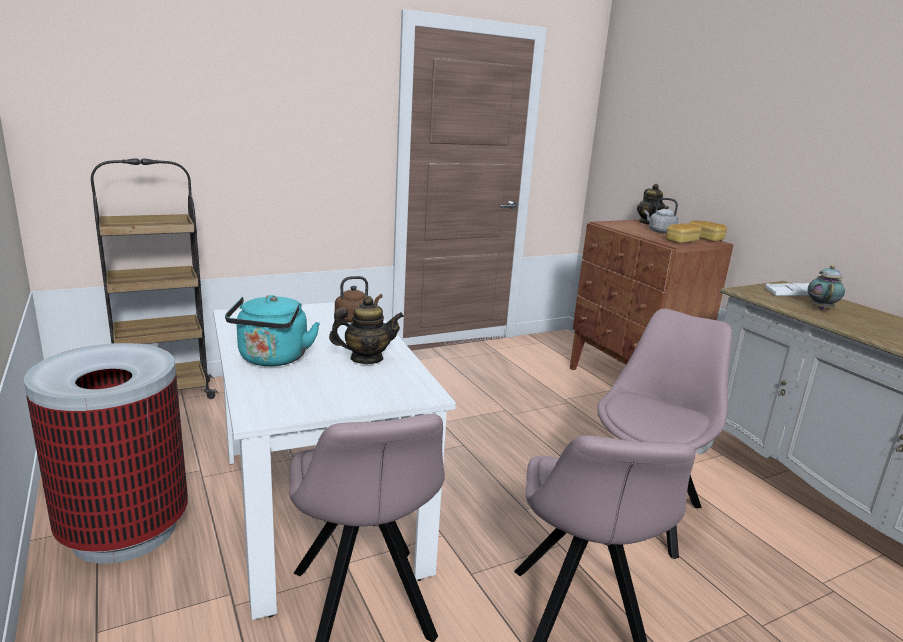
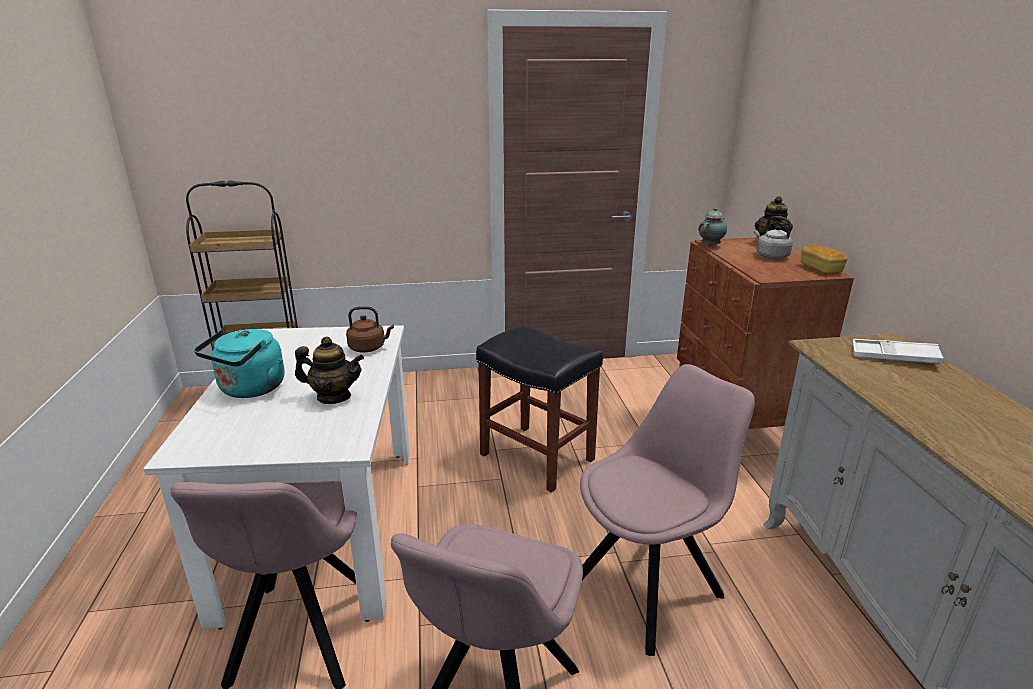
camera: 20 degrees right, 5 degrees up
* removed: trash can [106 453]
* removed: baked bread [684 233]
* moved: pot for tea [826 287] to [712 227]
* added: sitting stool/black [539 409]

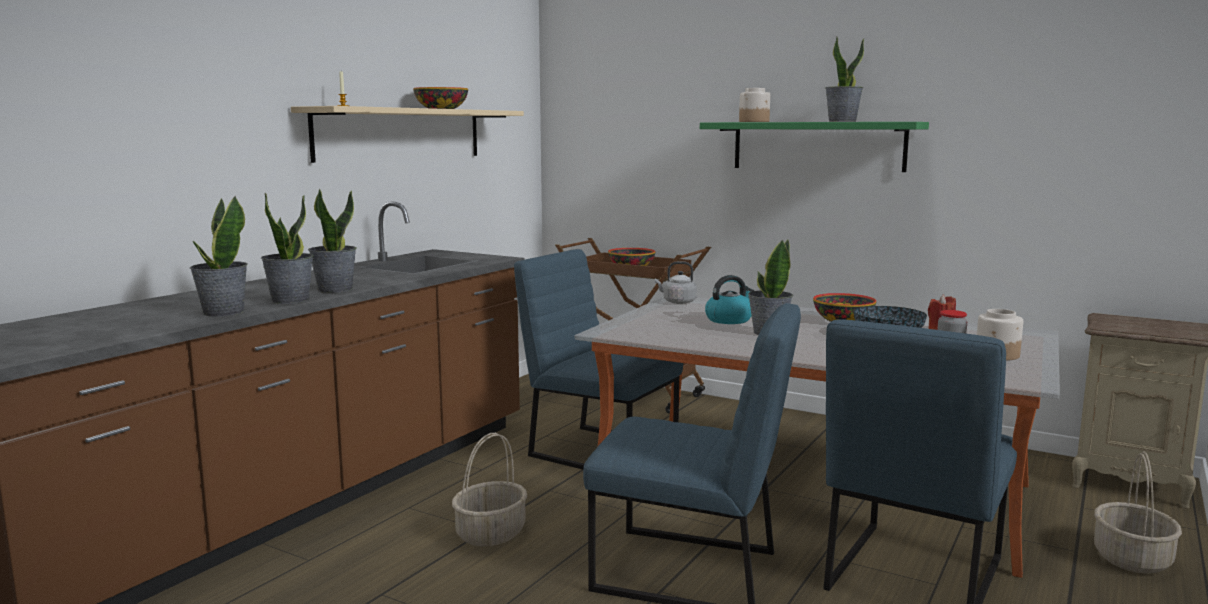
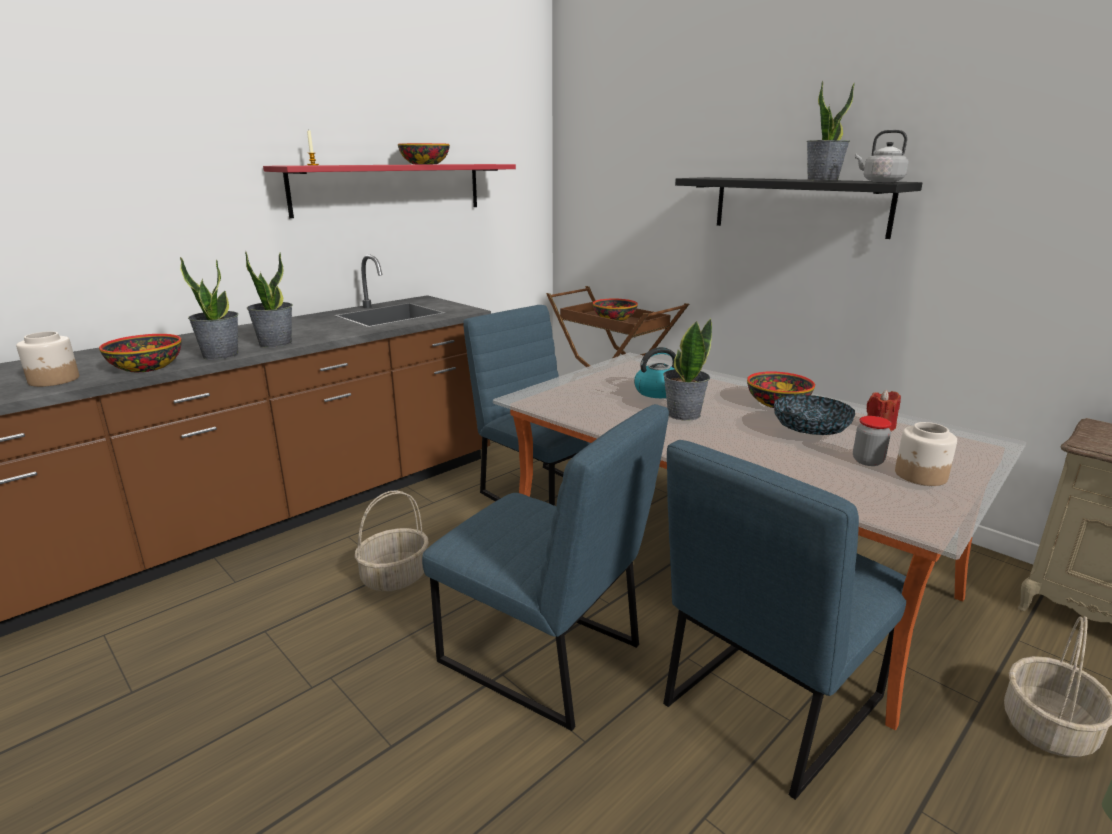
camera: 15 degrees right, 10 degrees up
* replaced: potted plant [219 256] to serving bowl [140 353]
* recoloured: wall shelf/beige-coloured [407 134] to wall shelf/red [389 191]
* moved: tea kettle/greyish [676 282] to [881 156]
* recoloured: wall shelf/green [814 147] to wall shelf/black [798 208]
* moved: preserve jar [754 105] to [47 359]

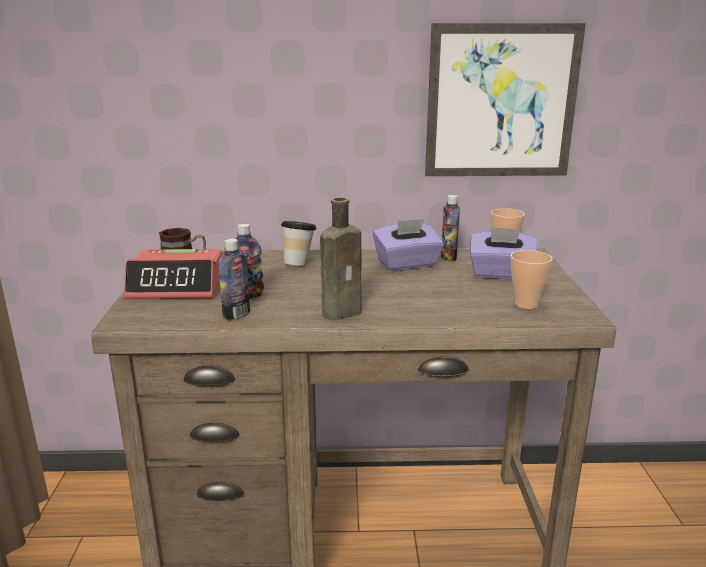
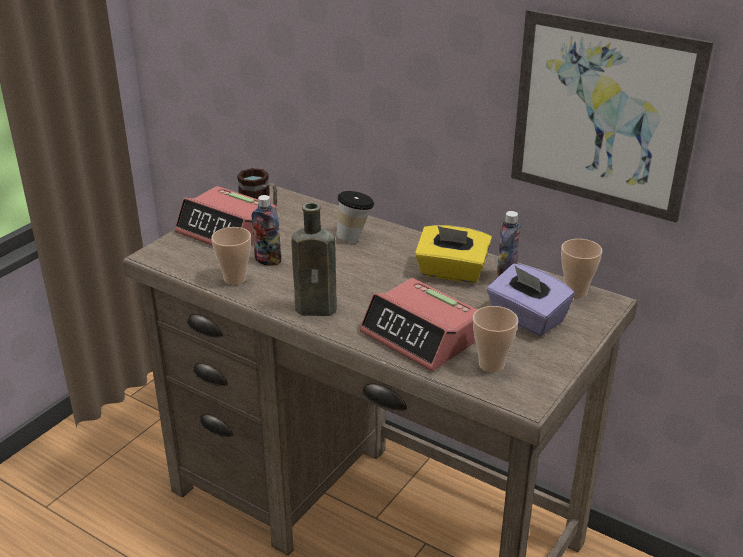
camera: 35 degrees right, 10 degrees up
* replaced: beverage bottle [234 279] to drinking cup [231 256]
* recoloured: tissue holder/purple [408 245] to tissue holder/yellow [453 254]
* added: bedside clock [418 324]

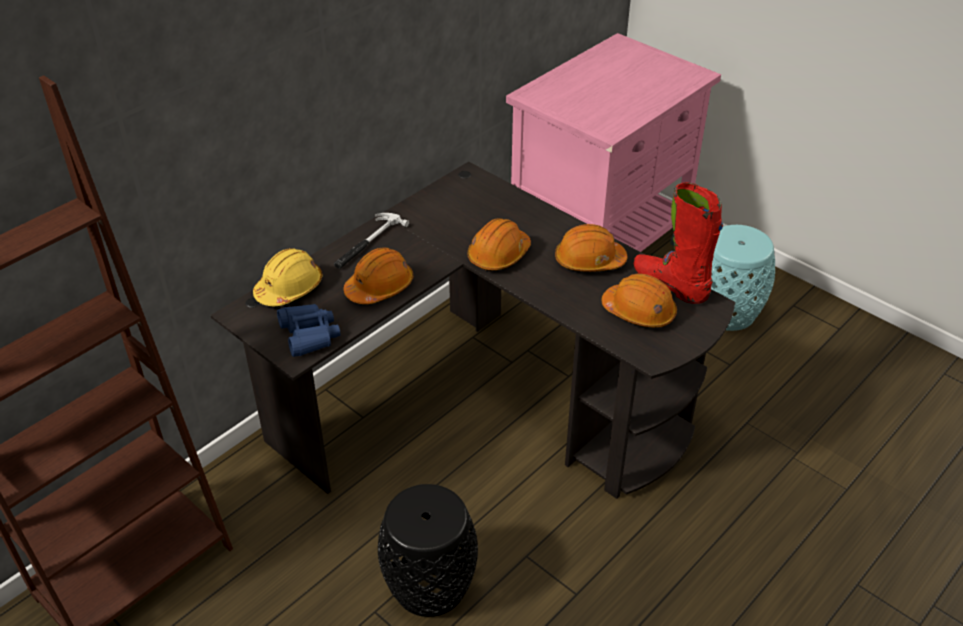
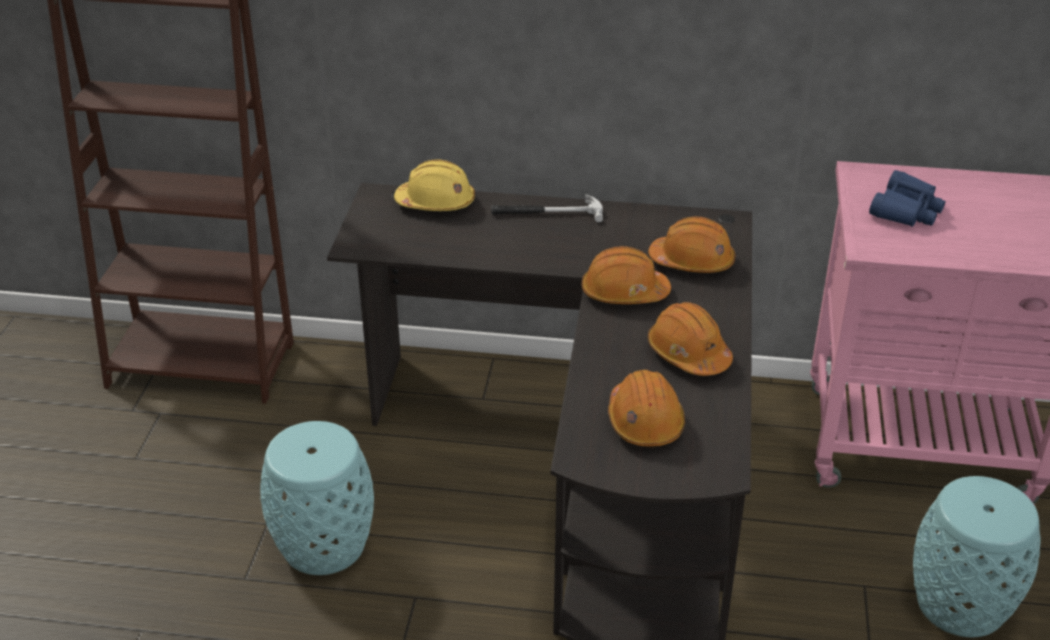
camera: 55 degrees right, 5 degrees down
* moved: field glasses/blue [308 330] to [907 198]
* moved: safety helmet/orange [378 275] to [691 245]
* recoloured: sitting stool/black [428 550] to sitting stool/turquoise-coloured [317 498]
* removed: high-top boot/red [678 243]

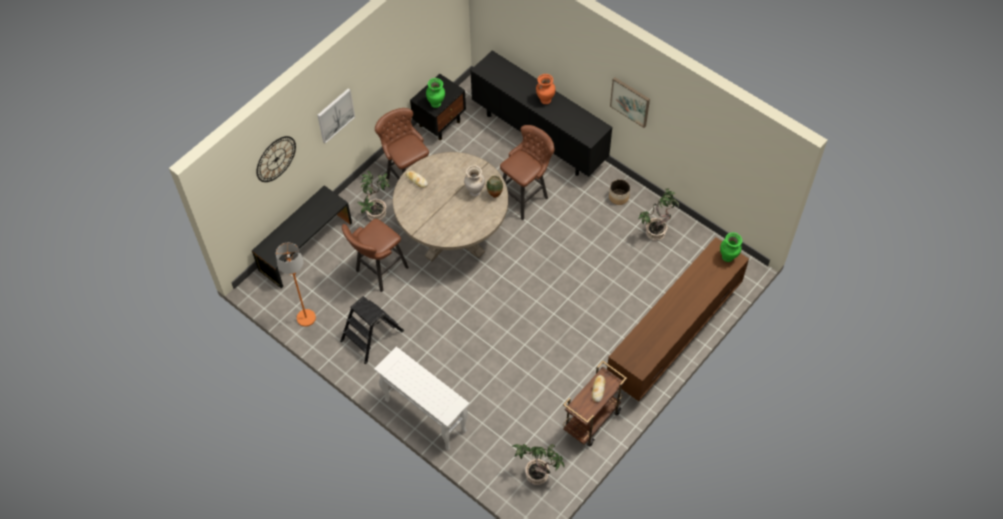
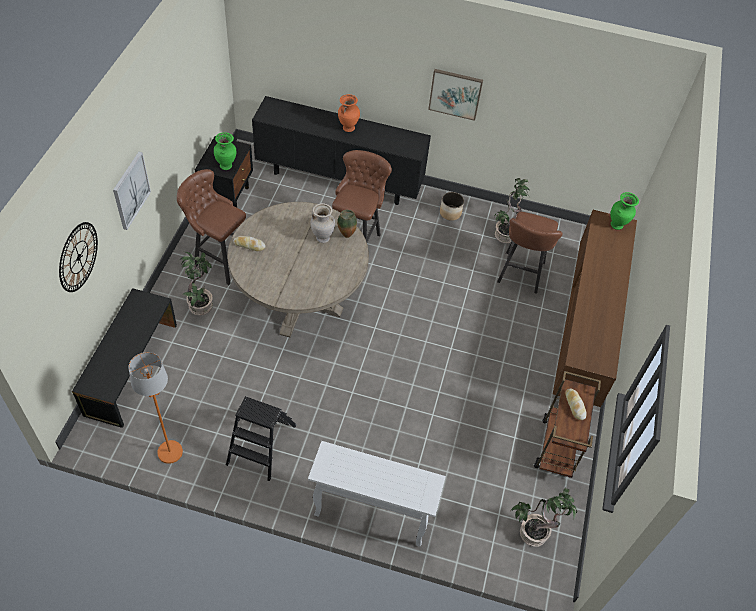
camera: 30 degrees left, 5 degrees down
* moved: sitting stool/brown [375 255] to [530 253]

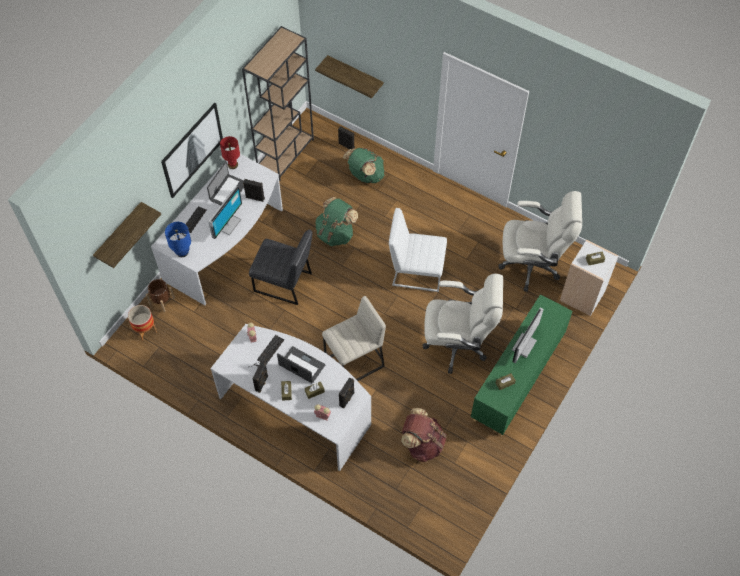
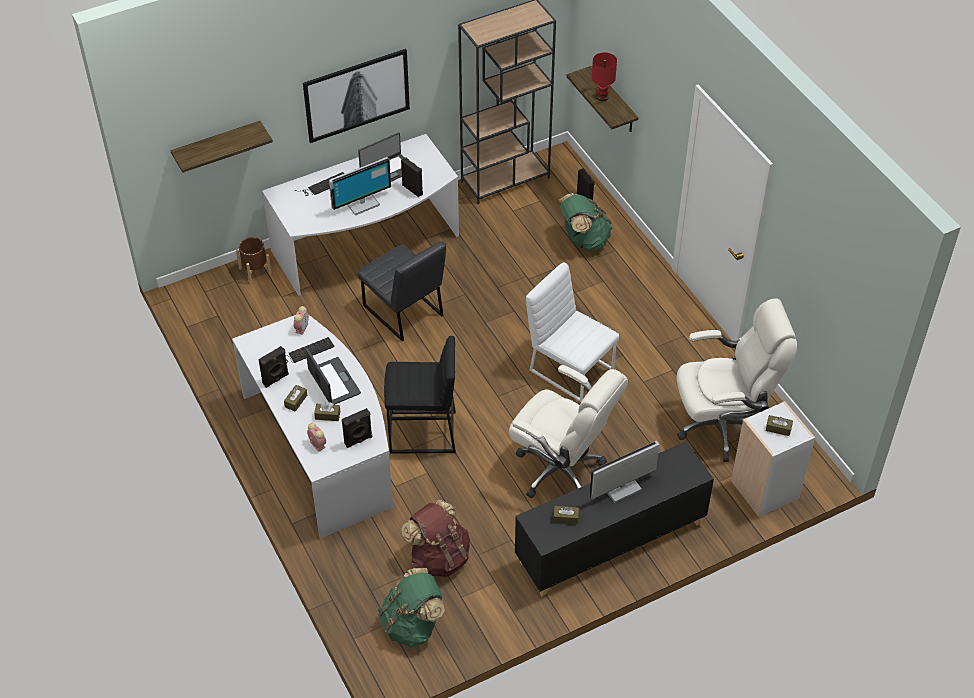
camera: 30 degrees right, 10 degrees down
* removed: planter [142 323]
* removed: tabletop lamp/blue [178 239]
* moved: tabletop lamp/red [230 152] to [604 76]
* moved: rucksack/green [336 221] to [411 607]
* recoloured: sitting stool/beige-coloured [354 338] to sitting stool/black [420 395]
* recoloured: cabinet/green [522 365] to cabinet/black [614 519]
* turned: office chair/white [540 241] = [736 380] 45 degrees counterclockwise

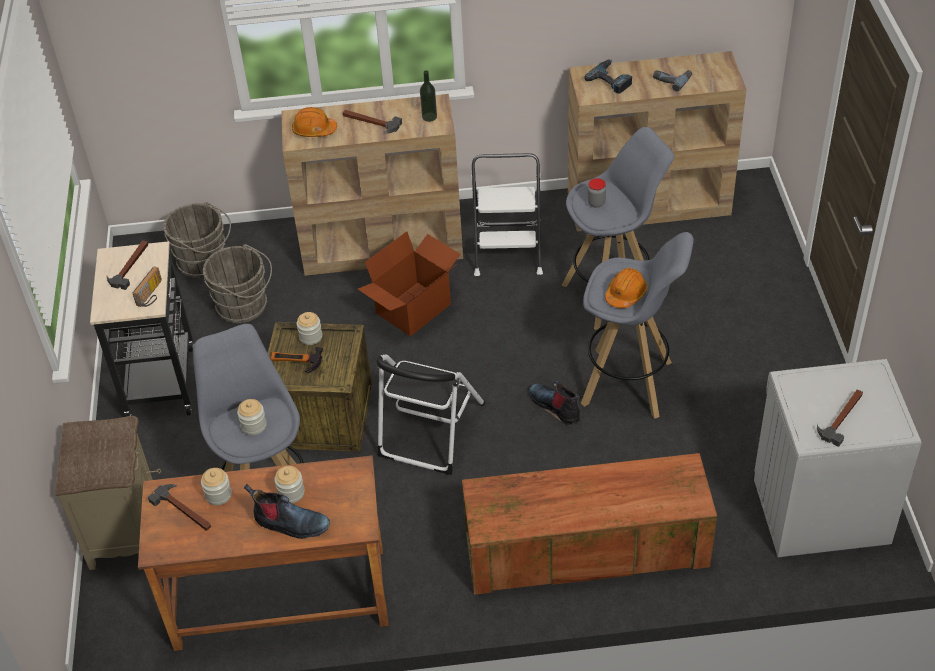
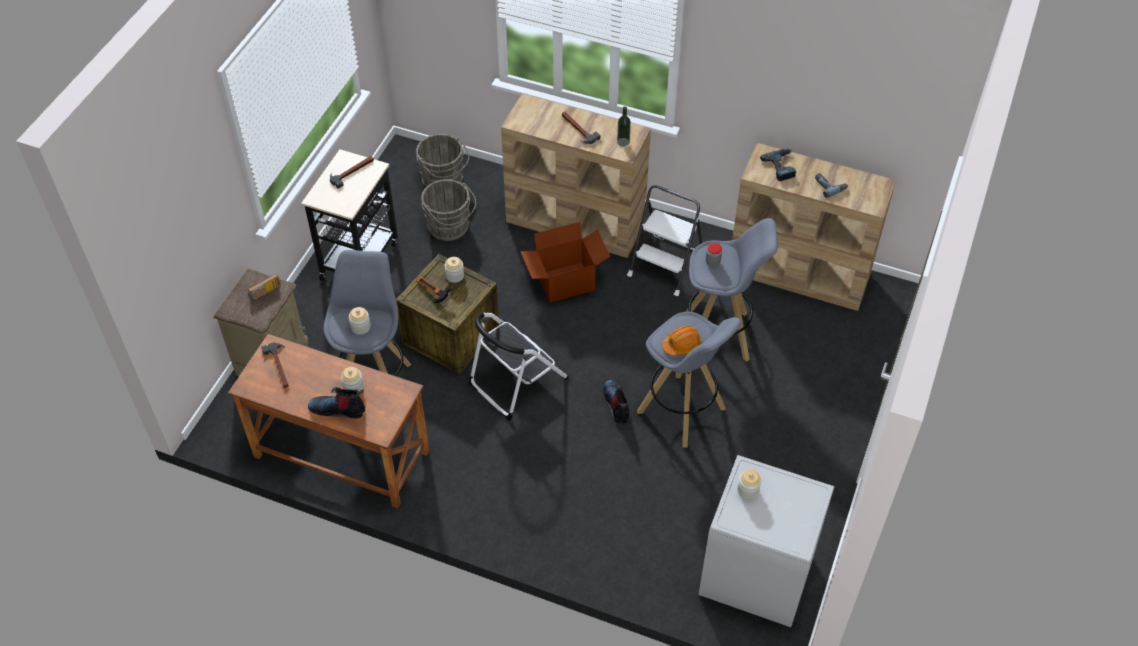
camera: 25 degrees right, 5 degrees up
* moved: radio [147 286] to [264 288]
* moved: preserve jar [216 486] to [749 484]
* turned: high-top boot [287 511] = [336 402] 150 degrees clockwise
* removed: safety helmet/orange [314 122]
* removed: bench/brown [589 524]
* removed: hammer [840 418]

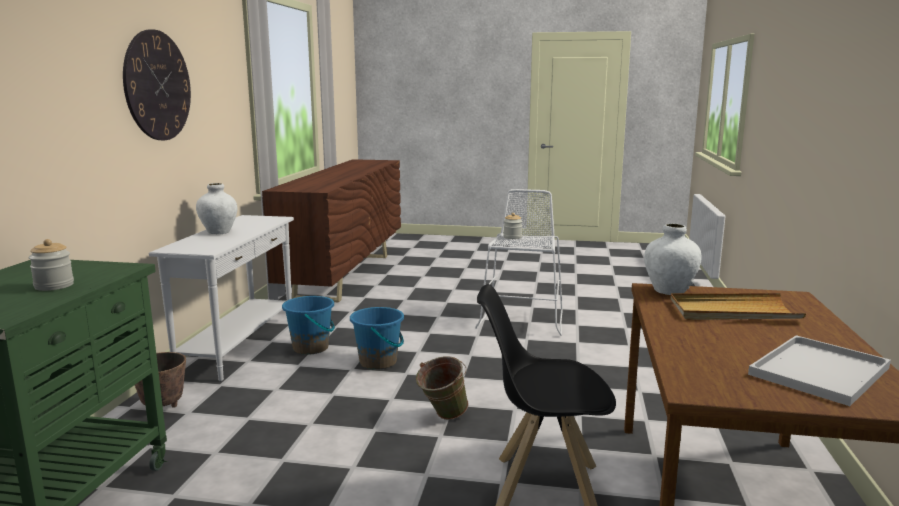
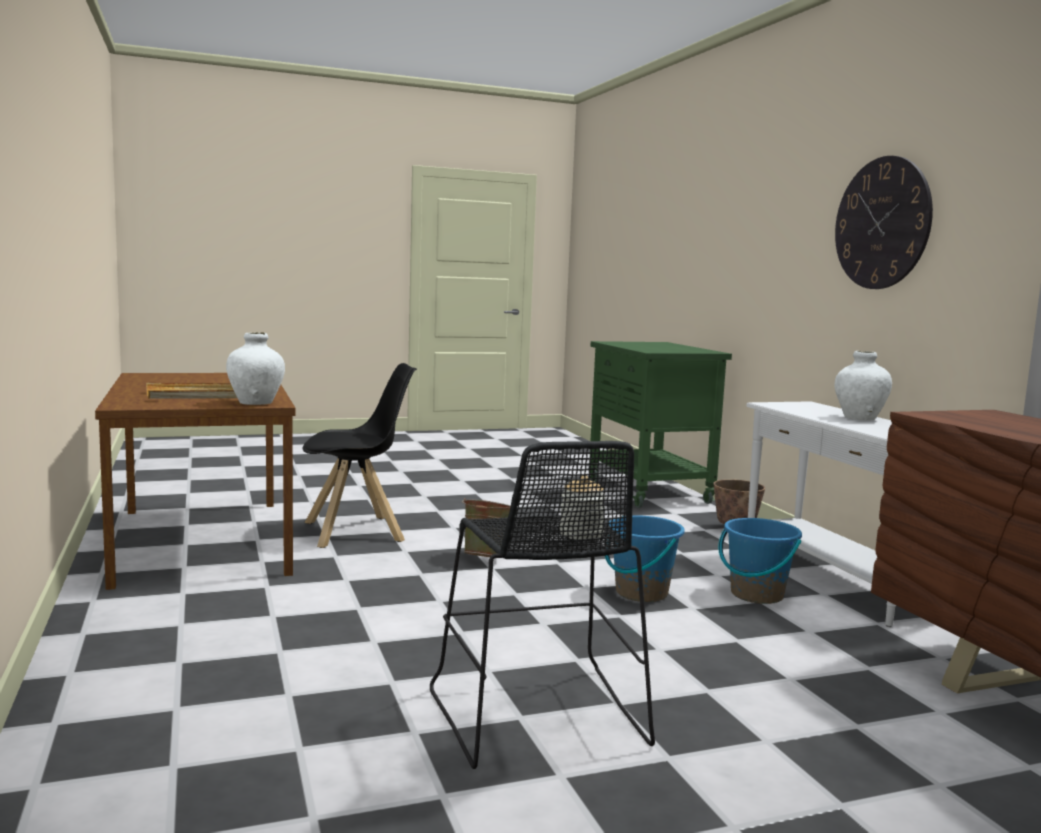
camera: 150 degrees right, 5 degrees down
* removed: preserve jar [51 265]
* recoloured: sitting stool/white [519 262] to sitting stool/black [542 605]
* removed: tray/white [819 370]

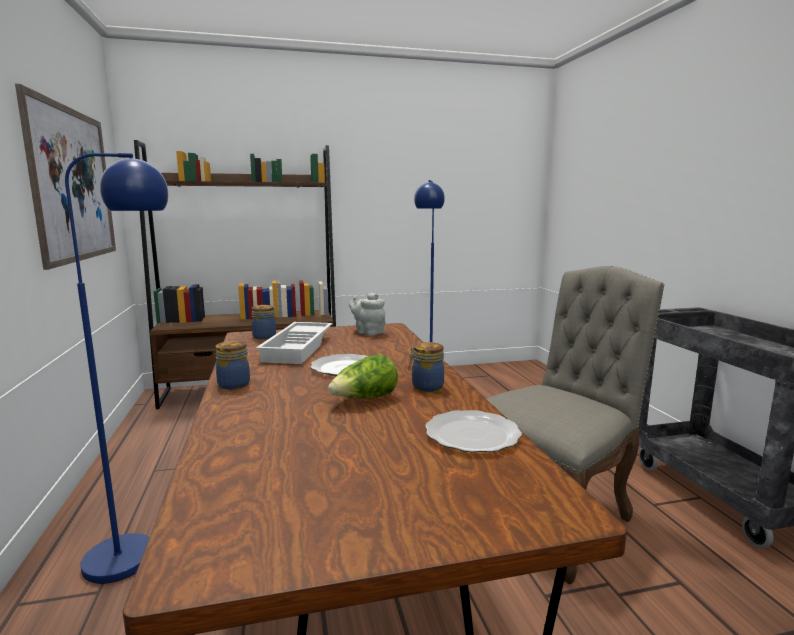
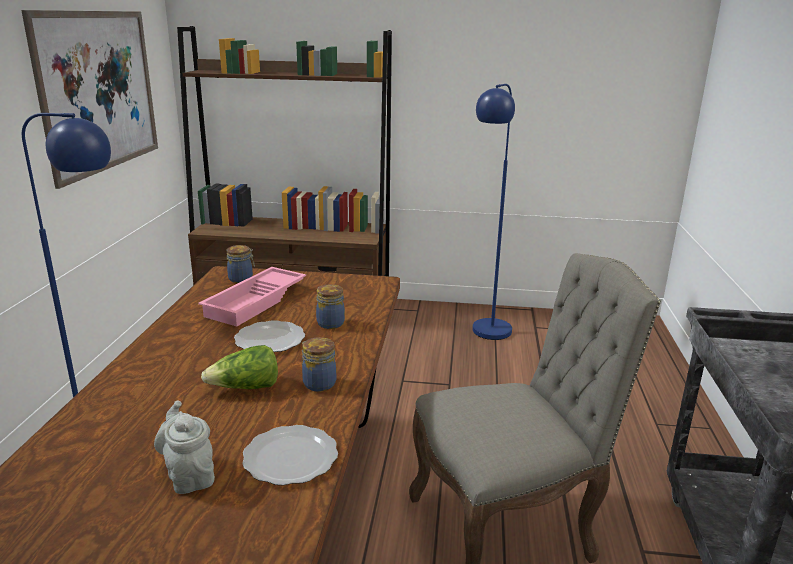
camera: 20 degrees right, 10 degrees up
* moved: preserve jar [232 365] to [330 306]
* recoloured: tray/white [294 343] to tray/pink-coloured [252 297]
* moved: pot for tea/greyish [367 314] to [184 447]

